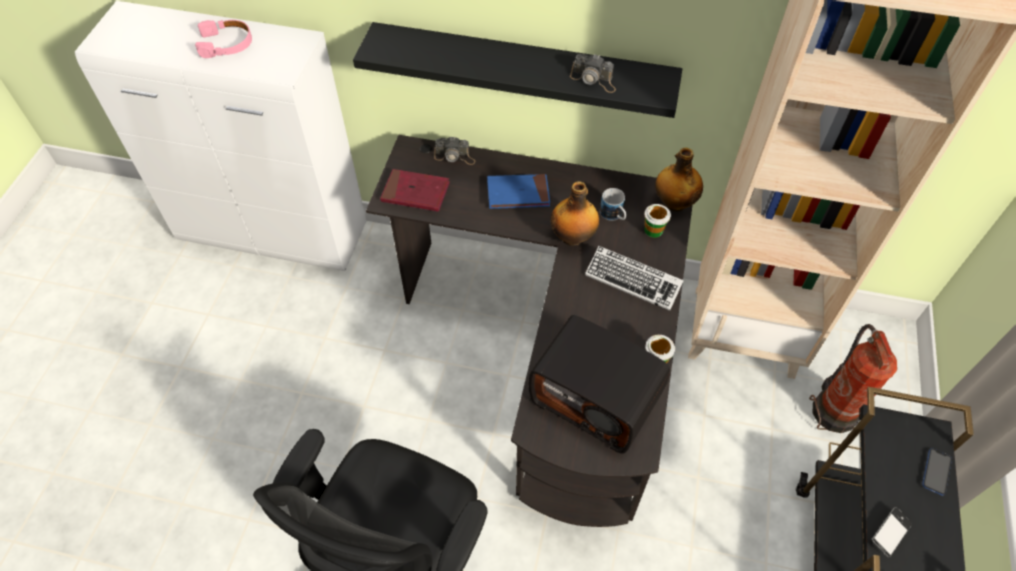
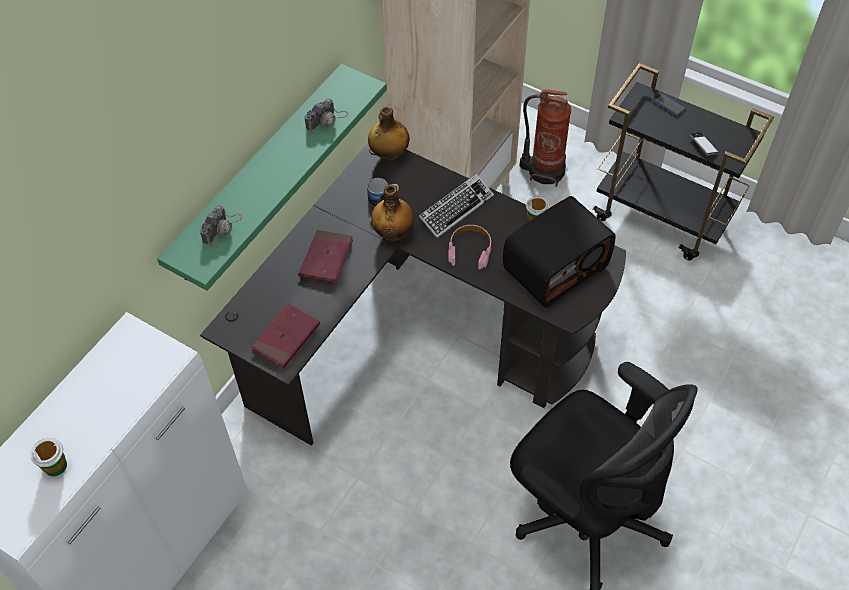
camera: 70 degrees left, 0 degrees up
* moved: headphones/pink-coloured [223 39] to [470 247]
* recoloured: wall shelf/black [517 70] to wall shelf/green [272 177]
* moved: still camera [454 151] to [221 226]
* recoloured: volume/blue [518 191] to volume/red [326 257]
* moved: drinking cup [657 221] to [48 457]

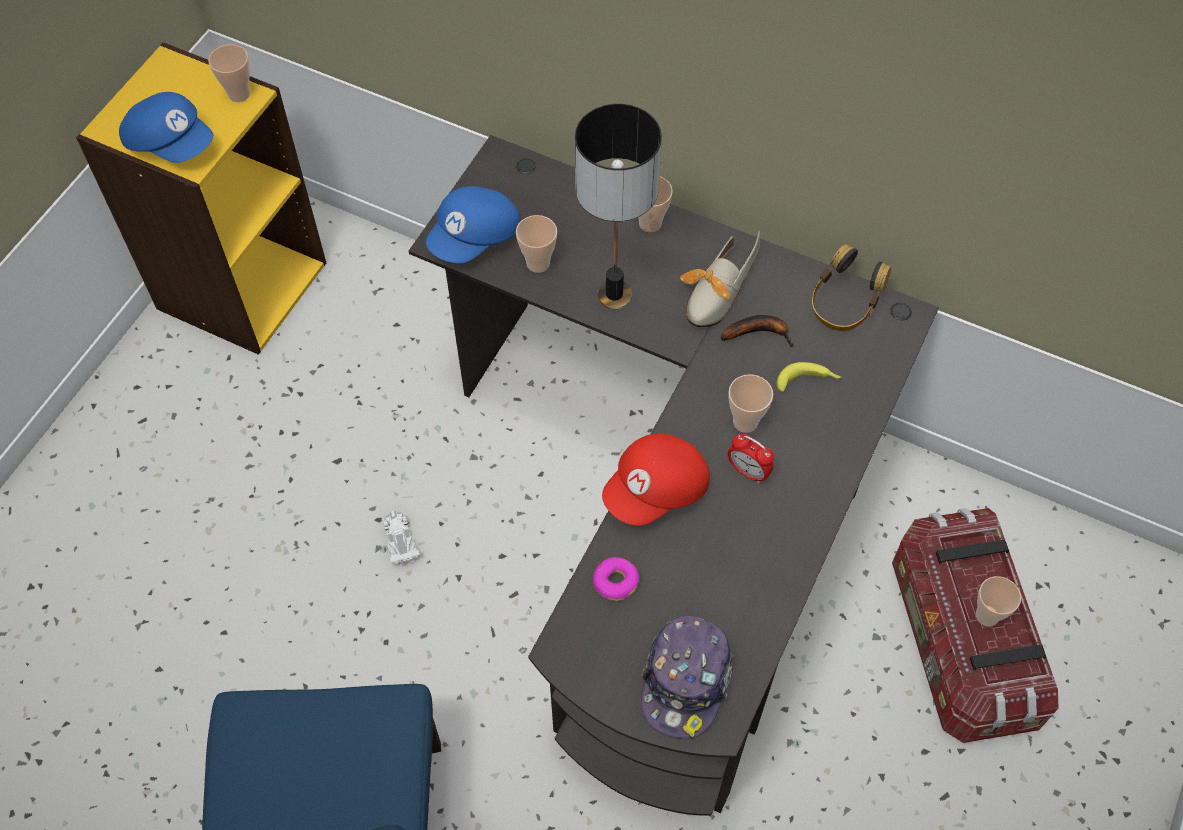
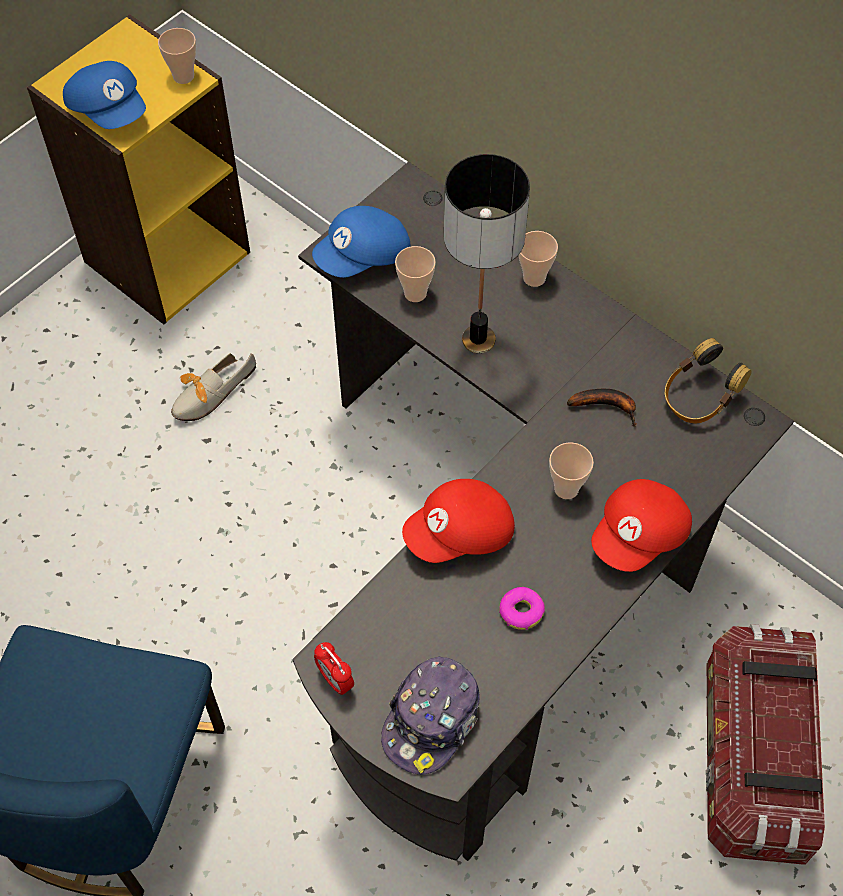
camera: 15 degrees right, 0 degrees up
* removed: model car/white [401 538]
* moved: donut [616 579] to [522 608]
* moved: low shoe [720 279] to [213 387]
* moved: bedside clock [751 458] to [334 668]
* removed: banana fruit [809 377]
* removed: drinking cup [998 601]
* added: peaked cap/red [641 525]

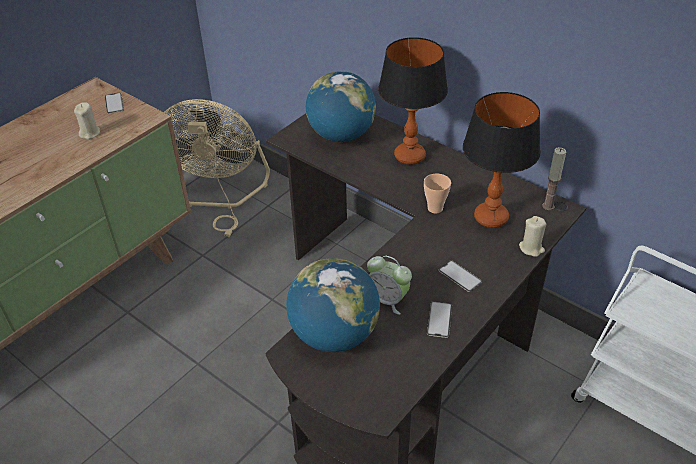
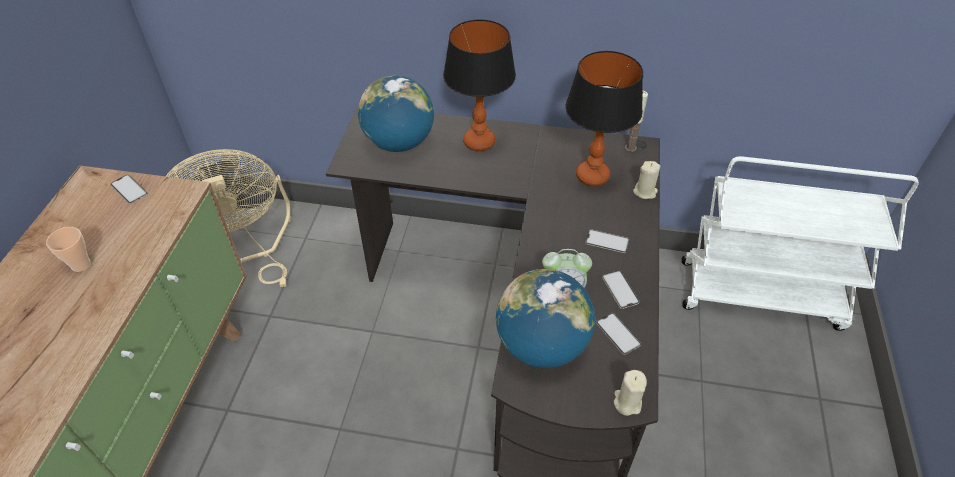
camera: 30 degrees left, 5 degrees up
* moved: wax candle/beige-coloured [87 120] to [630 393]
* moved: drinking cup [437 193] to [68 249]
* added: telephone [618 334]

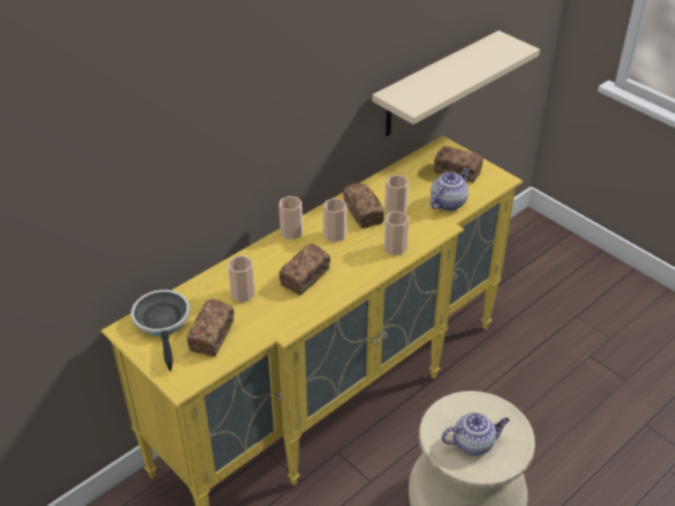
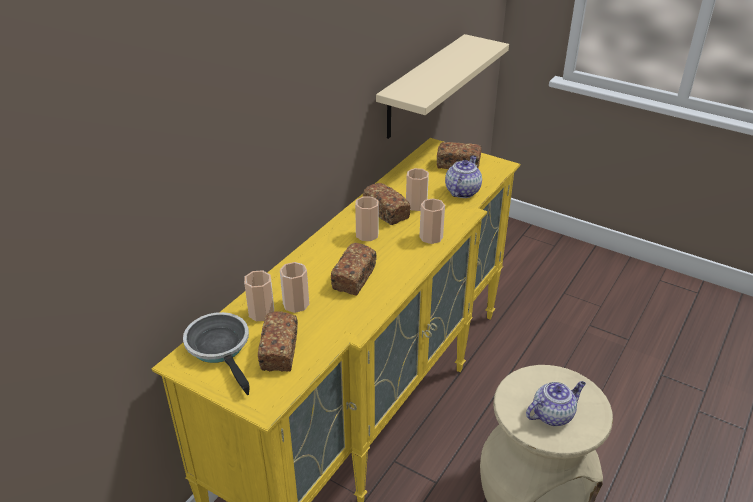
camera: 15 degrees left, 5 degrees down
* moved: drinking cup [291 218] to [259 295]

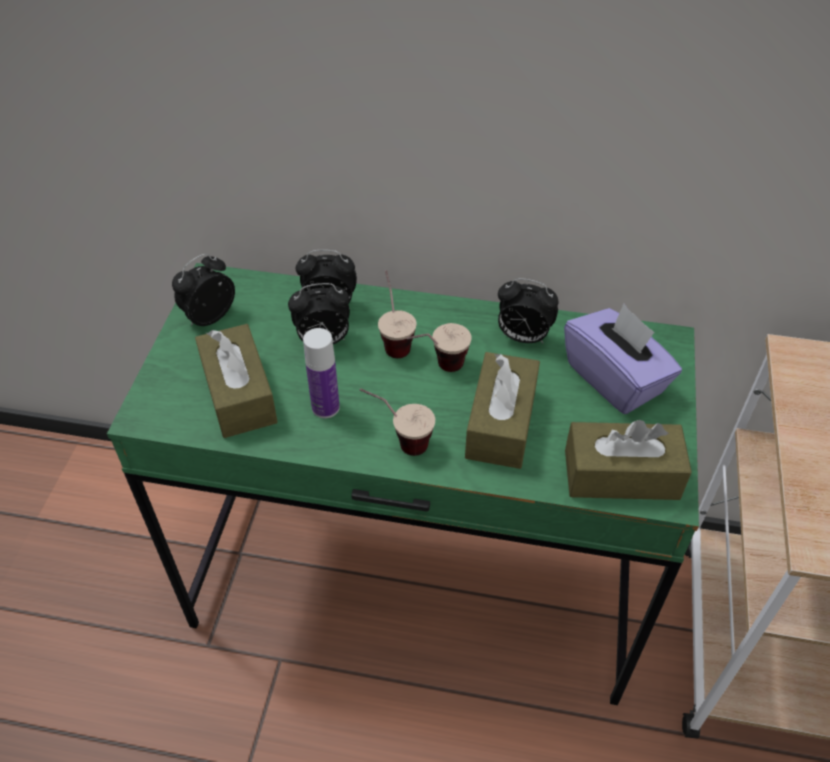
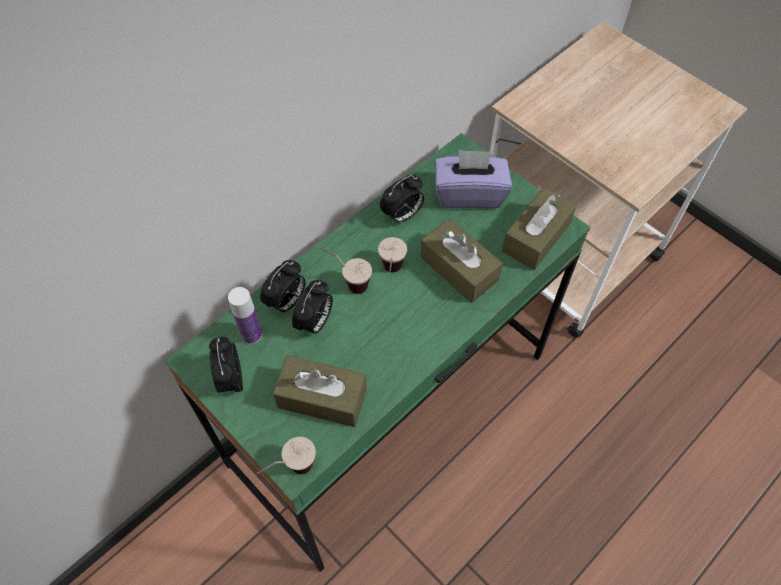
camera: 55 degrees left, 10 degrees up
* moved: beverage bottle [321 373] to [245 315]
* moved: drinking cup [397 422] to [286 455]

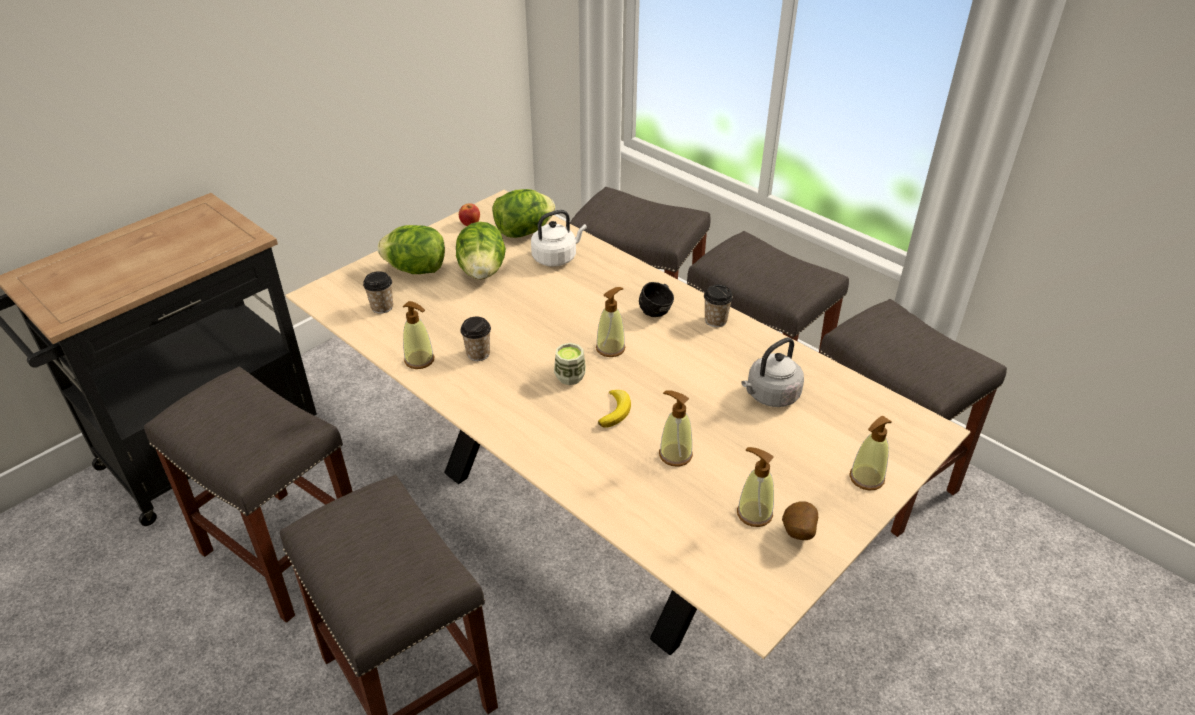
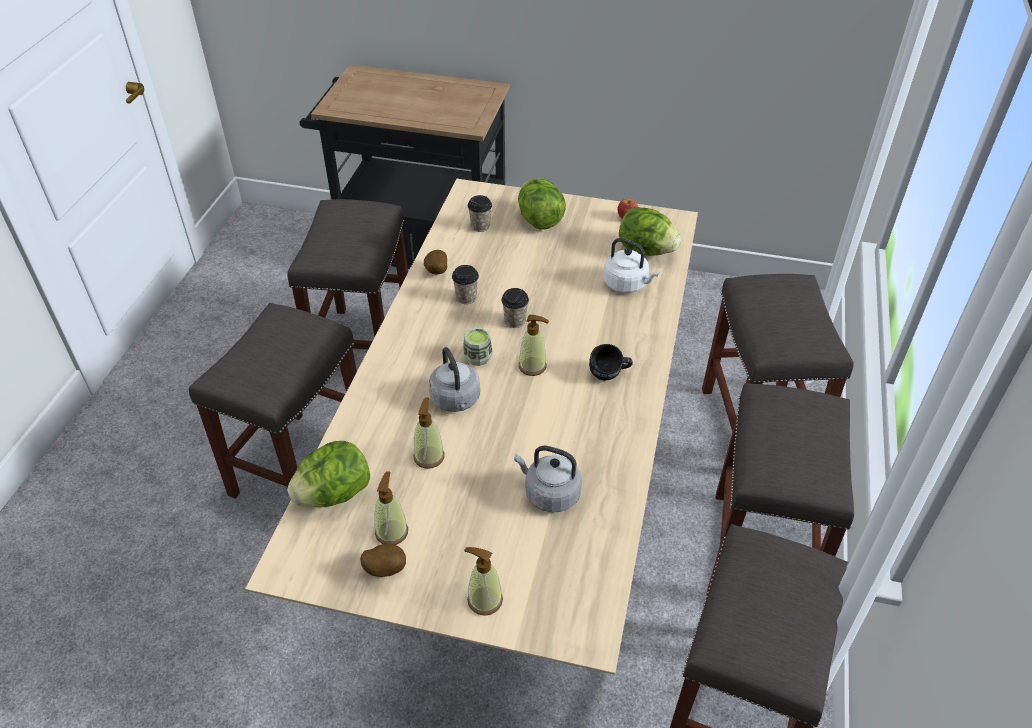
camera: 60 degrees right, 5 degrees up
* replaced: soap dispenser [418 335] to whole potato [435 262]
* moved: head of lettuce [481 251] to [328 474]
* replaced: banana fruit [614 409] to tea kettle/greyish [454 379]
* moved: drinking cup [718 306] to [515 308]

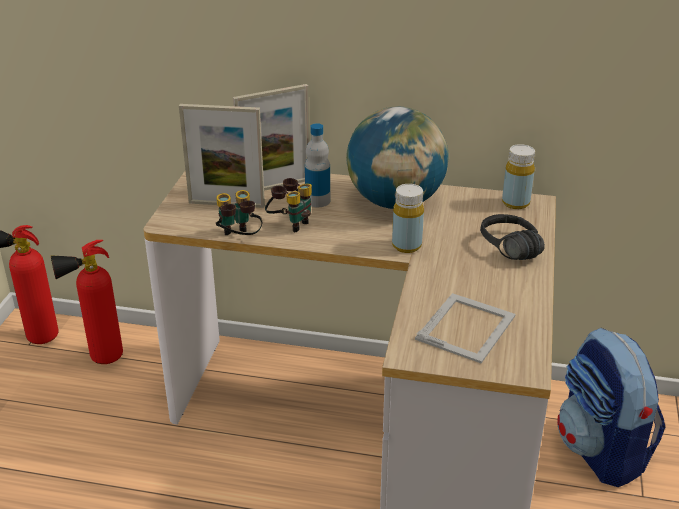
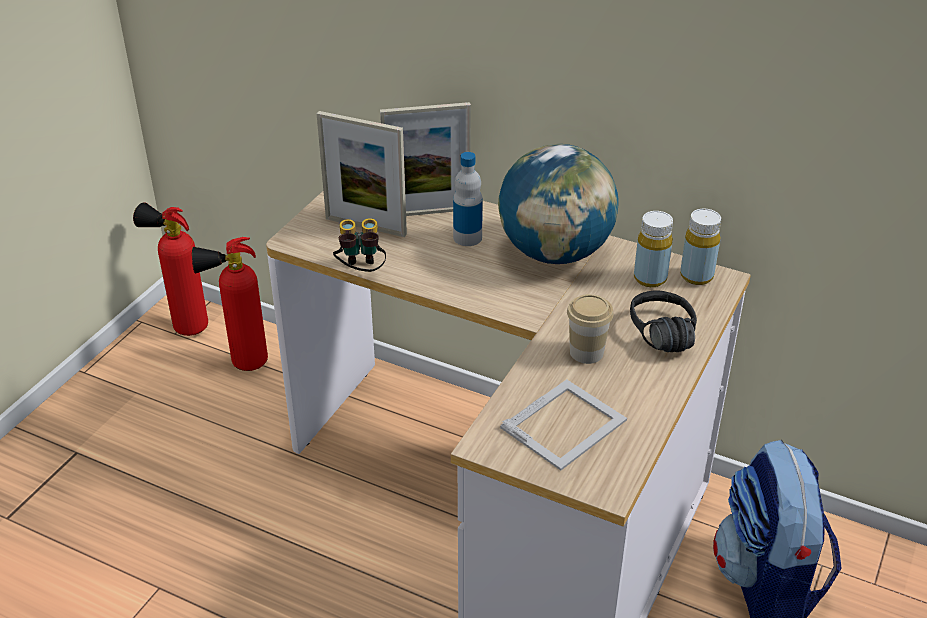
camera: 15 degrees right, 5 degrees up
* removed: field glasses [288 205]
* moved: beverage bottle/yellow [408 218] to [653 249]
* added: drinking cup [590 329]

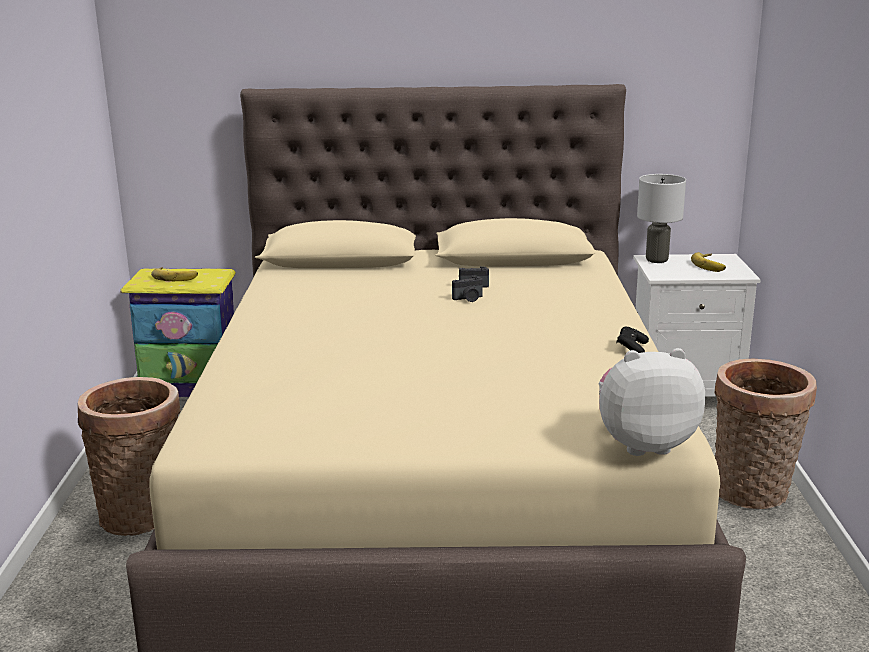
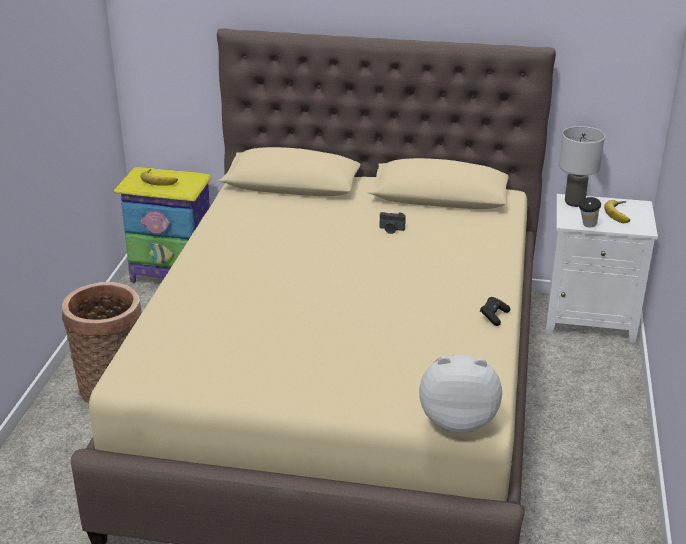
camera: 10 degrees right, 10 degrees up
* removed: still camera [467 289]
* removed: storage basket [766 434]
* added: drinking cup [589 212]

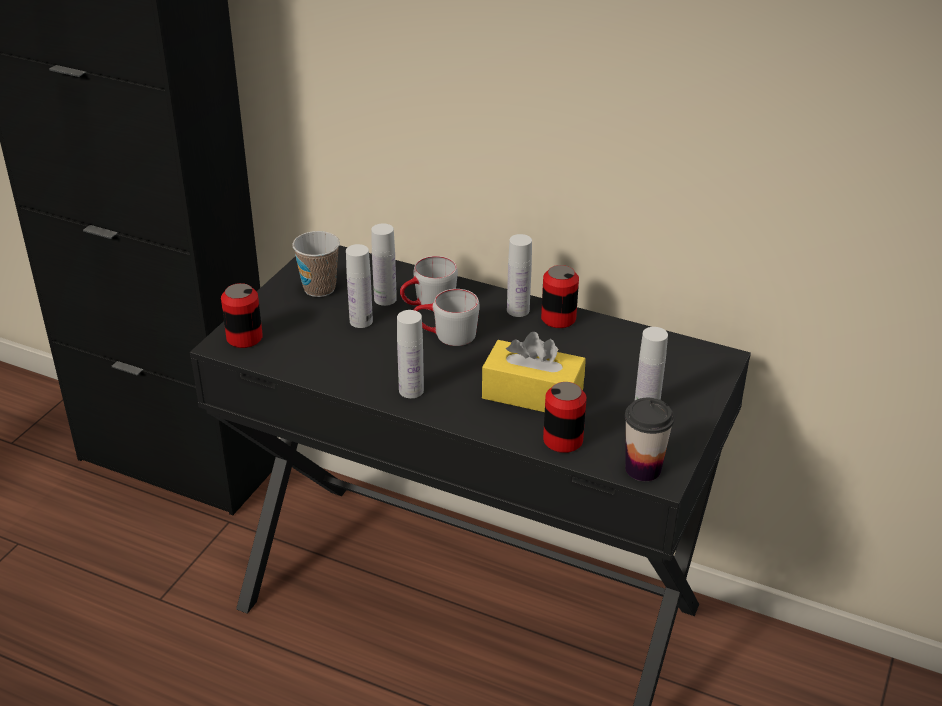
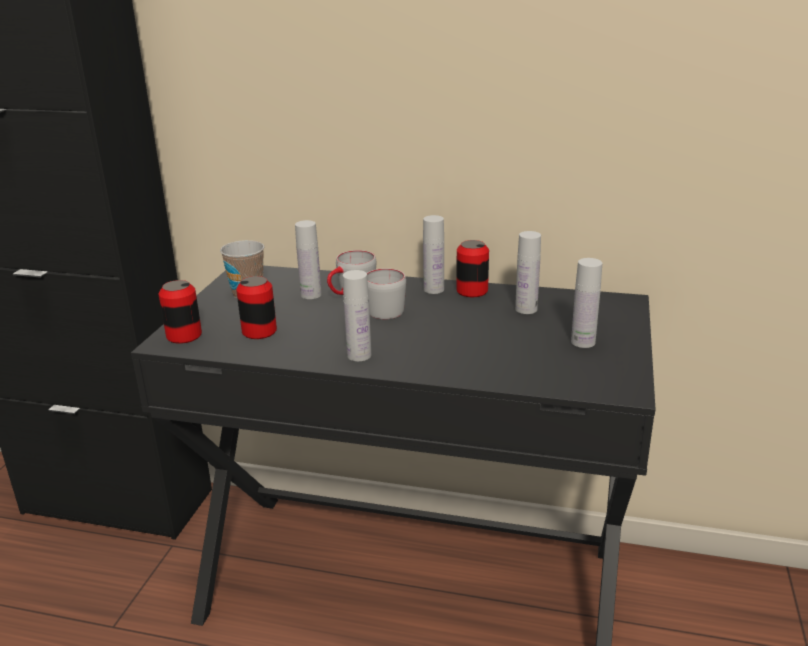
camera: 10 degrees left, 10 degrees down
* moved: beverage bottle/white [359 286] to [528 272]
* removed: tissue holder/yellow [534 372]
* moved: sealed can [565 417] to [256 307]
* removed: drinking cup [649 439]

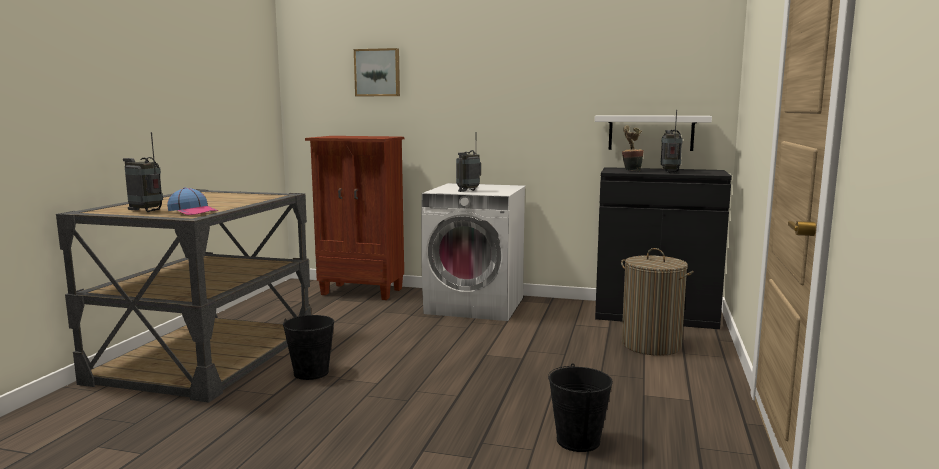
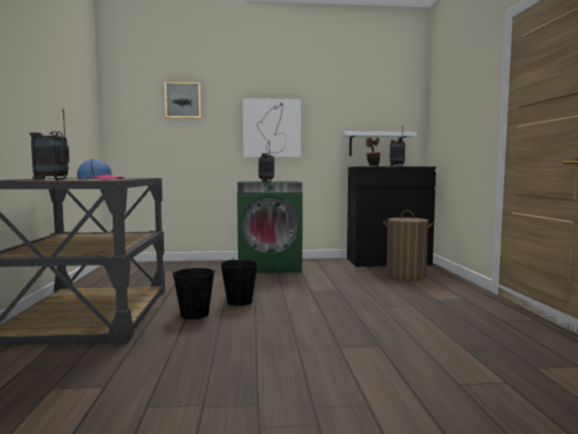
camera: 20 degrees left, 5 degrees down
* removed: cabinet/brown [354 218]
* recoloured: laundry appliance/white [473 252] to laundry appliance/green [269 227]
* moved: water bucket/black [580 407] to [239 282]
* added: wall art [272 128]

